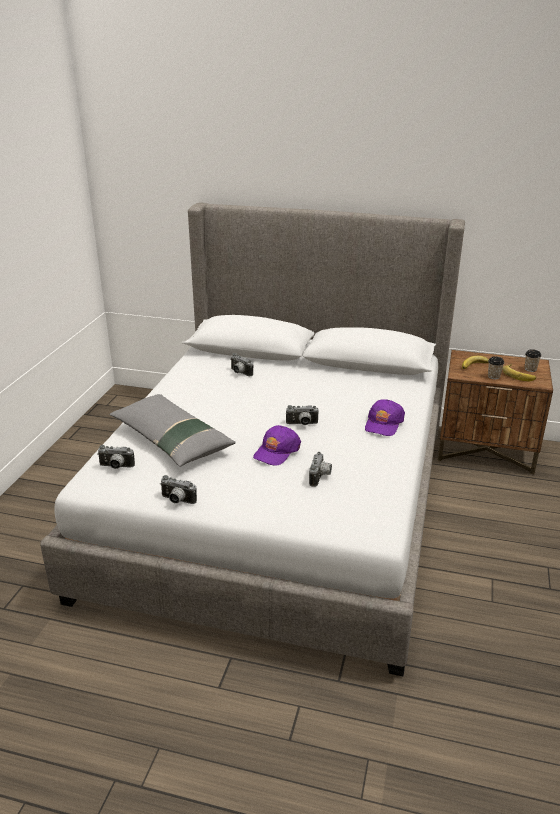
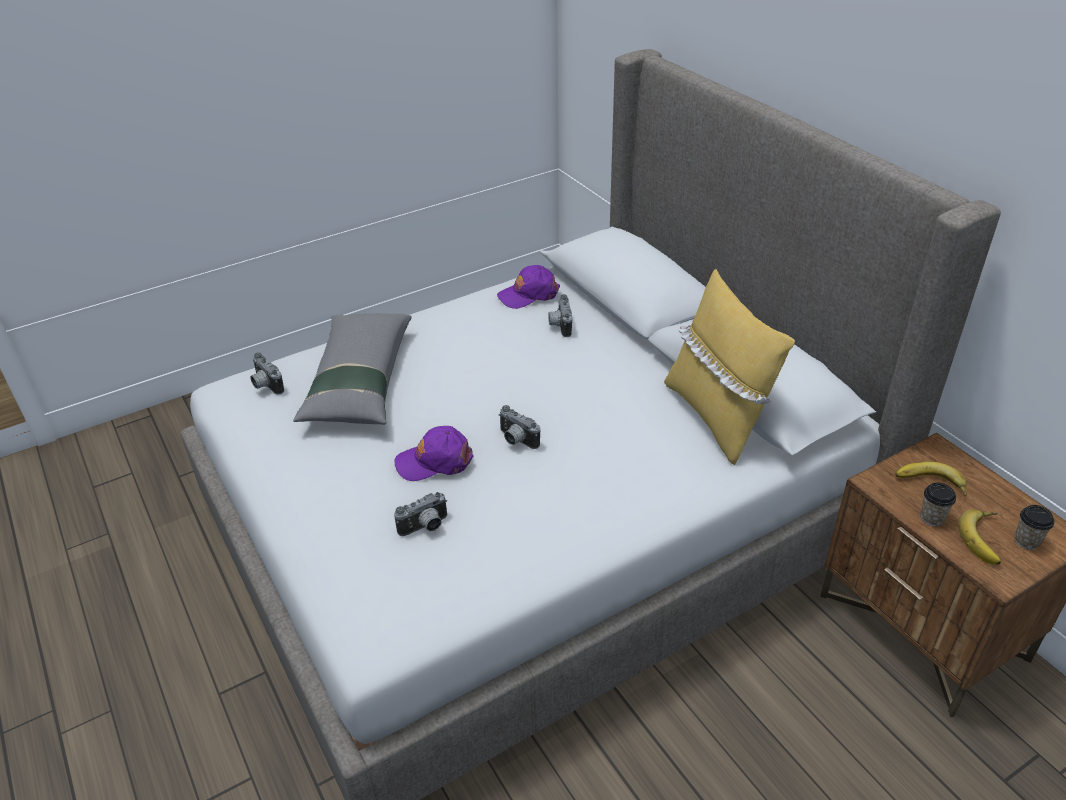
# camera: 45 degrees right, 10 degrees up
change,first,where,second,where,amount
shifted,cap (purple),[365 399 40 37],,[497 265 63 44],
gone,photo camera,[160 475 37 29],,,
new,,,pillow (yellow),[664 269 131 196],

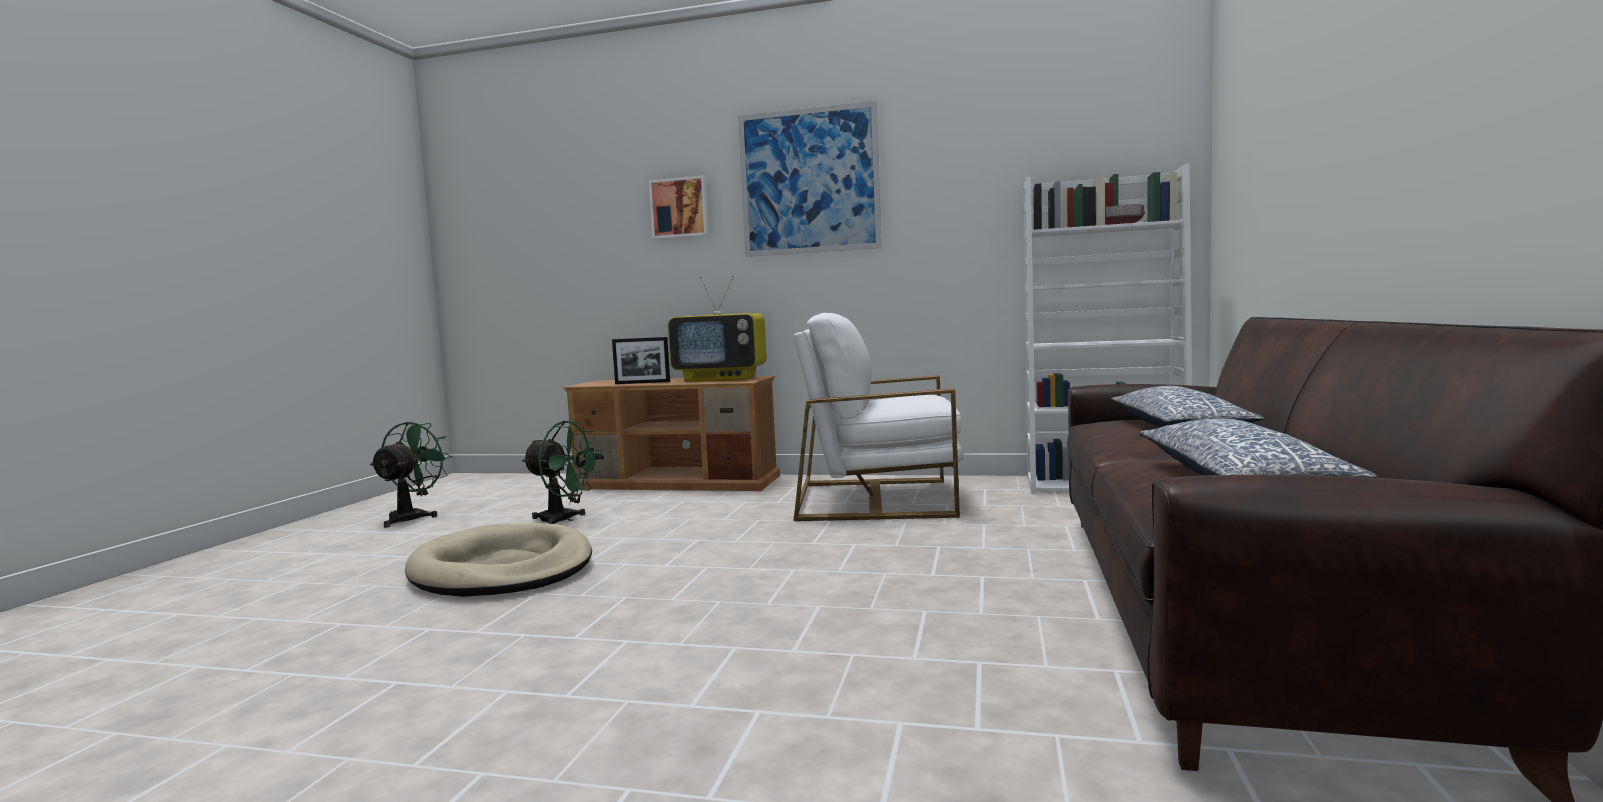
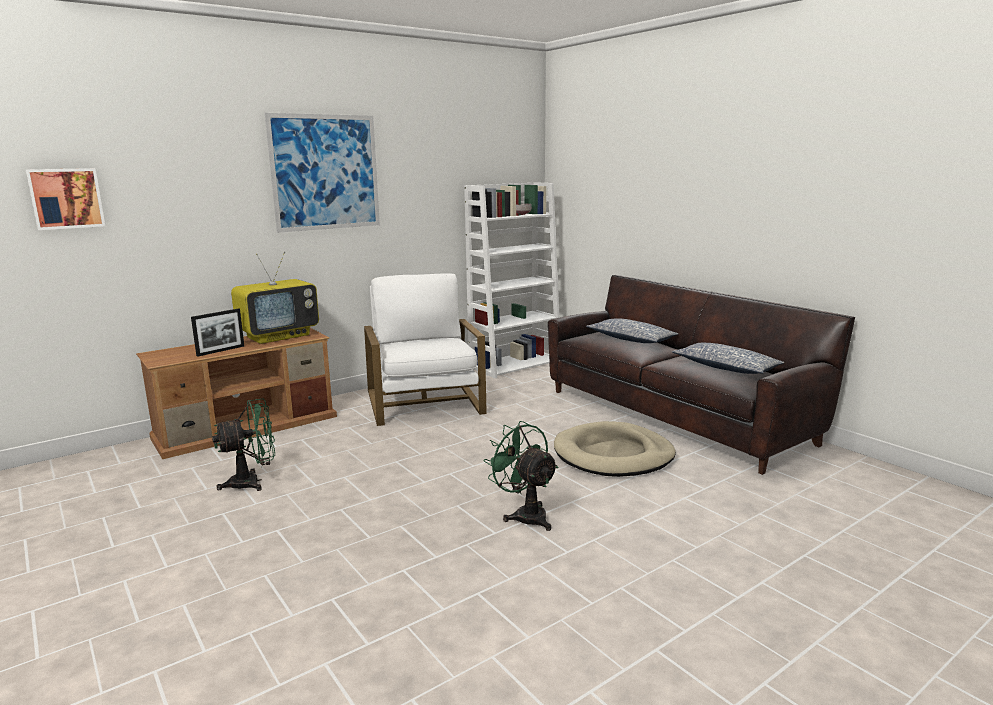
# camera: 50 degrees left, 10 degrees up
change,first,where,second,where,amount
shifted,picture,[648 175 61 64],,[26 168 79 62],
rotated,armchair (white),[793 313 171 208],,[364 273 123 153],120 degrees clockwise
shifted,fan (green),[370 422 82 106],,[484 421 75 110],
shifted,dog bed (beige),[405 523 187 74],,[554 421 122 56],

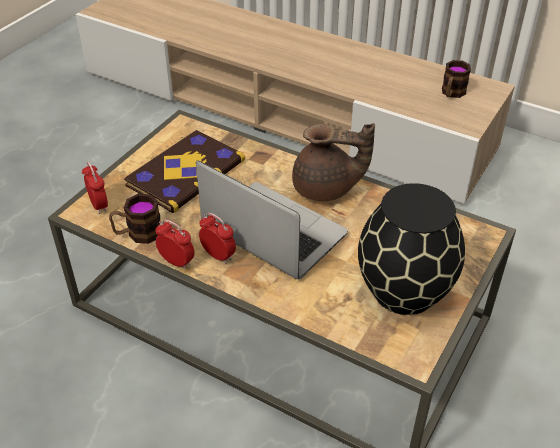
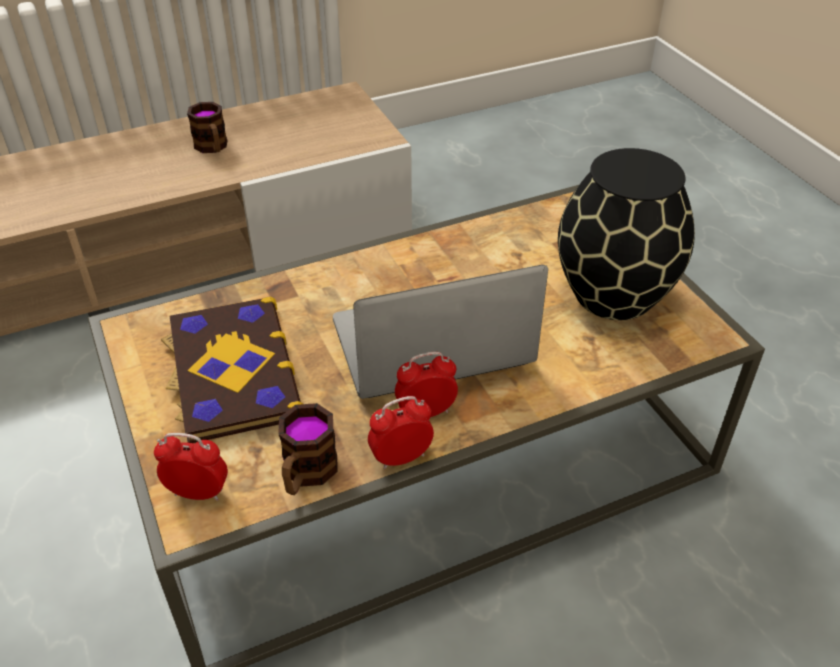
# camera: 55 degrees left, 0 degrees up
change,first,where,second,where,amount
shifted,mug,[442 60 29 38],,[187 102 41 51],
gone,teapot (brown),[292 123 83 78],,,

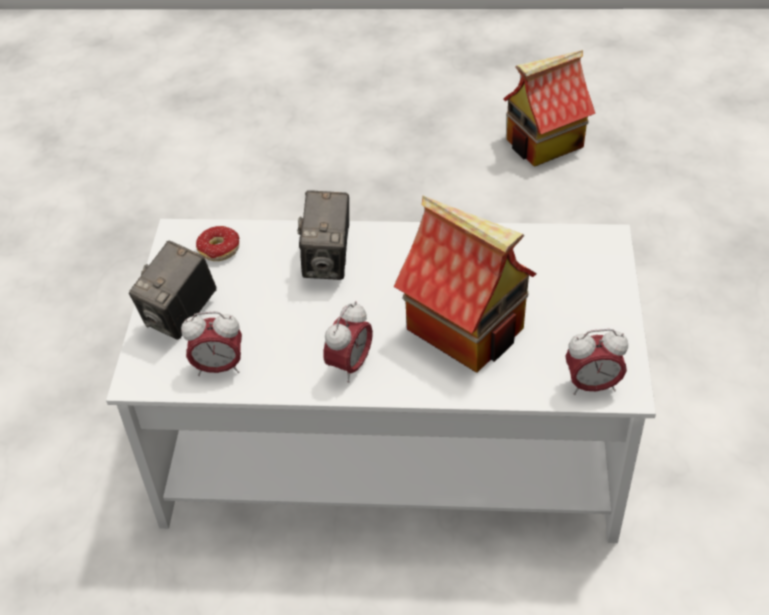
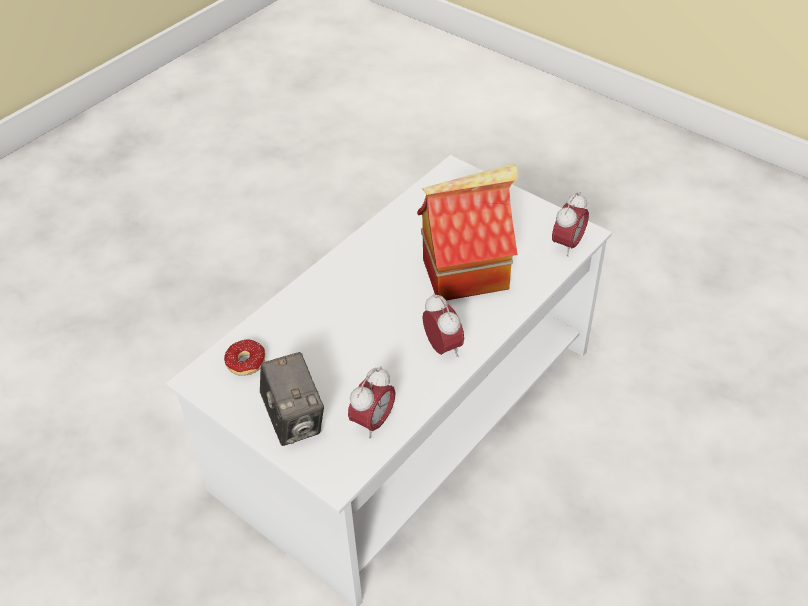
# camera: 55 degrees left, 0 degrees up
change,first,where,second,where,amount
gone,toy house,[504 50 91 117],,,
gone,photo camera,[297 190 52 90],,,

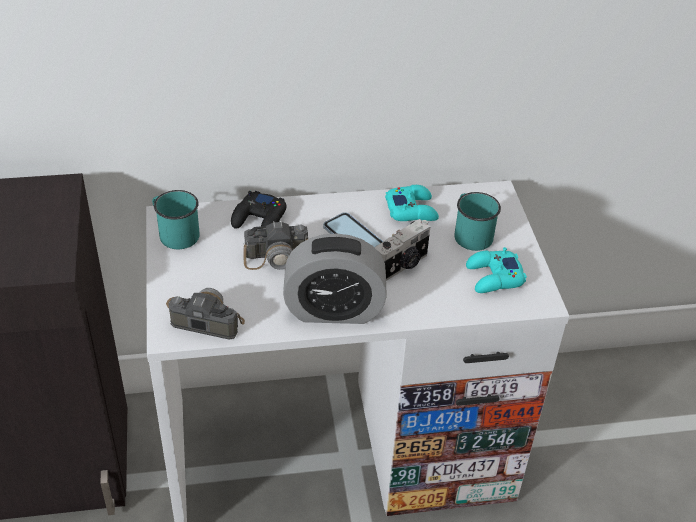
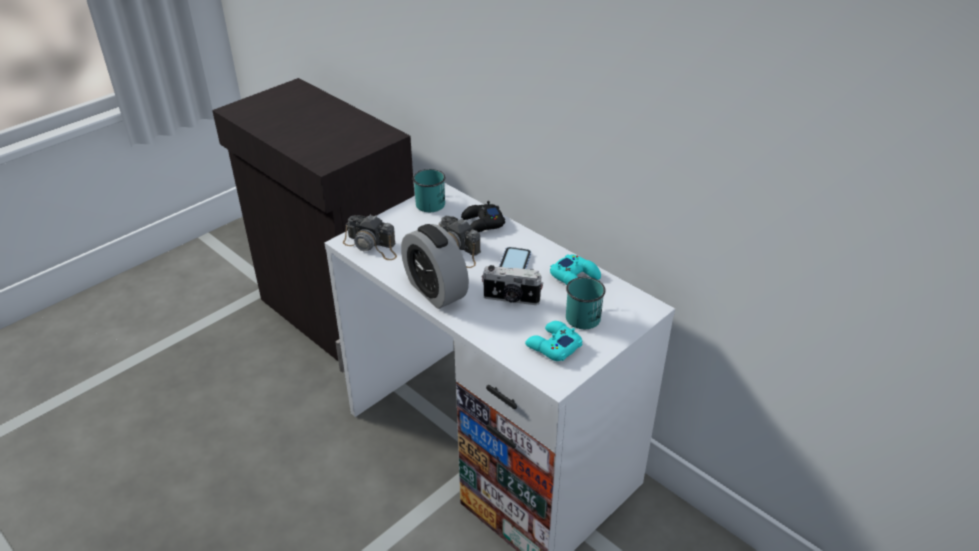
# camera: 55 degrees right, 5 degrees down
change,first,where,second,where,amount
rotated,photo camera,[166 288 79 52],,[343 214 54 46],135 degrees clockwise

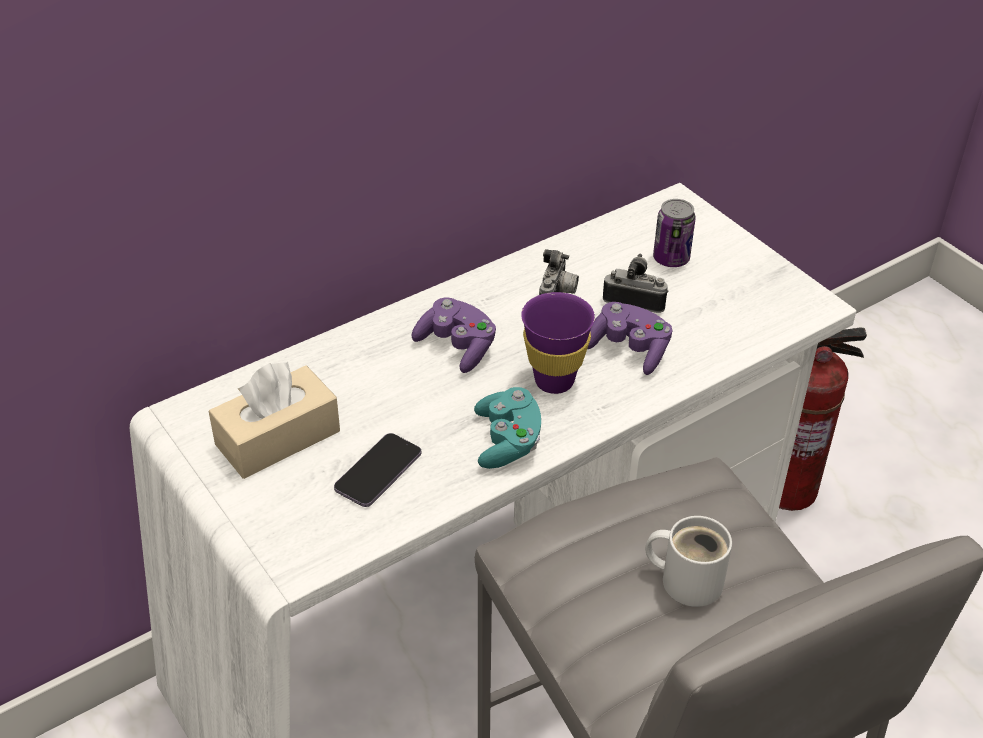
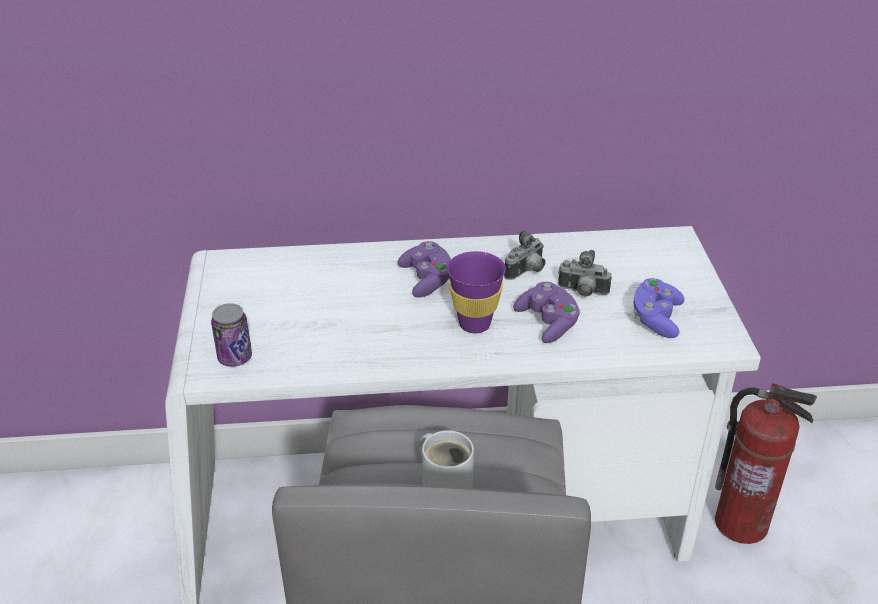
# camera: 30 degrees right, 5 degrees down
change,first,where,second,where,amount
shifted,can,[653 199 43 68],,[211 303 41 64],
rotated,photo camera,[603 253 66 60],,[558 250 54 47],150 degrees clockwise
gone,tissue box (beige),[209 362 131 117],,,
gone,game controller (turquoise),[474 387 67 82],,,
gone,phone,[334 433 87 74],,,
new,,,game controller (purple),[633 278 52 60],

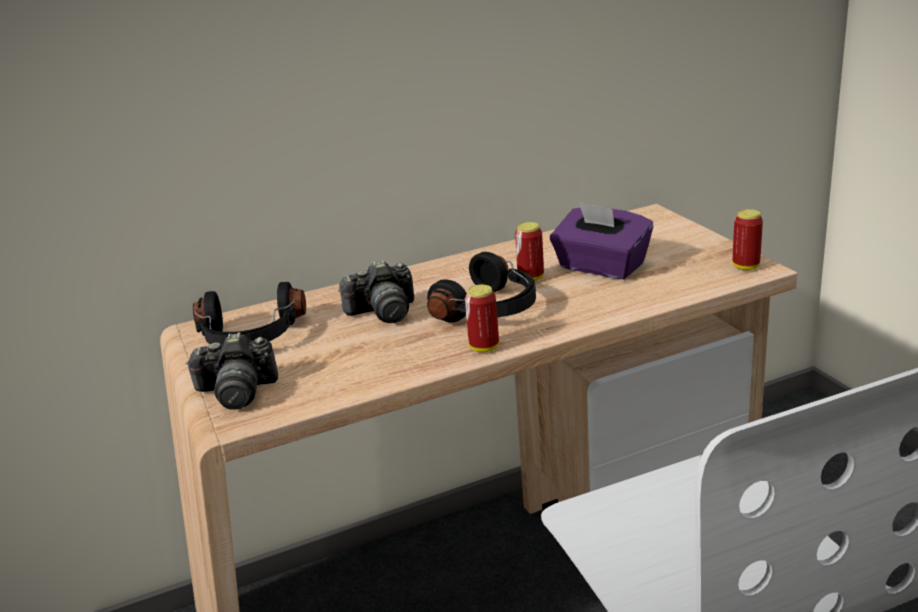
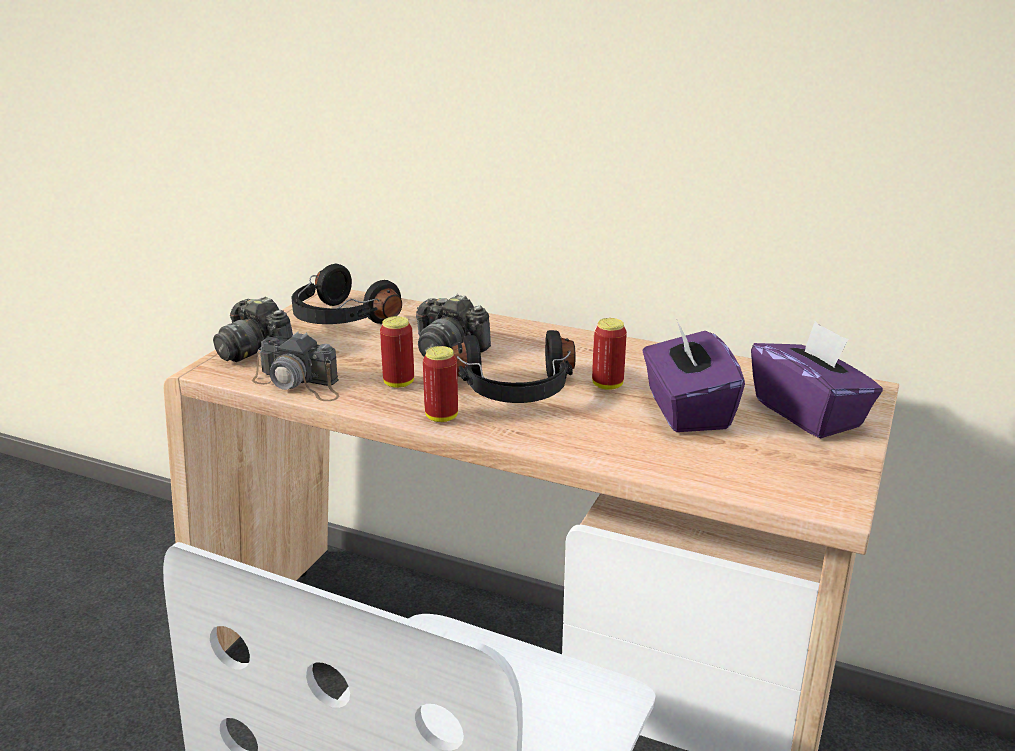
# camera: 45 degrees right, 0 degrees up
change,first,where,second,where,amount
shifted,can,[733 209 30 61],,[380 316 34 72],
new,,,tissue box (purple),[751 321 132 118],
new,,,photo camera,[252 331 87 70],

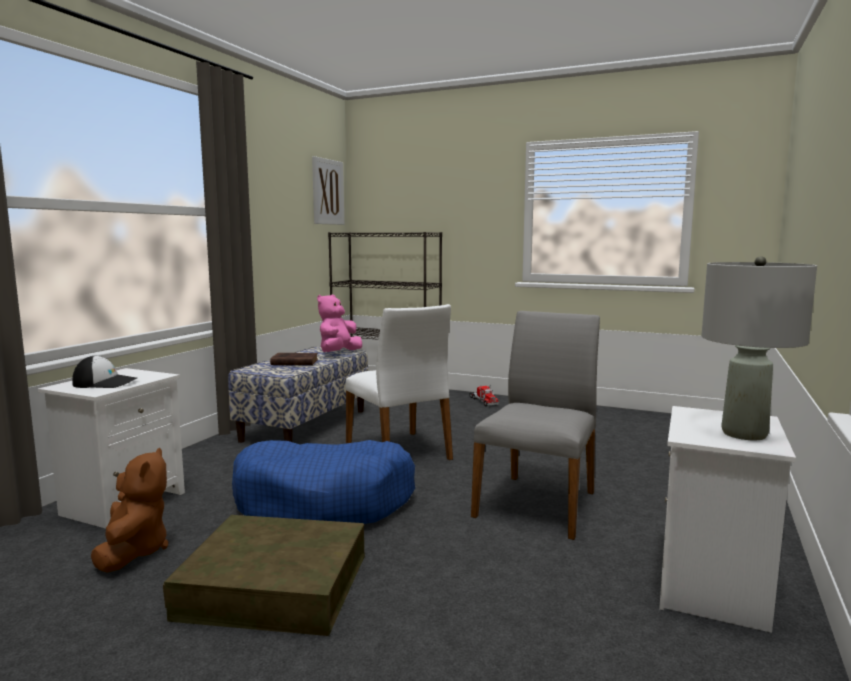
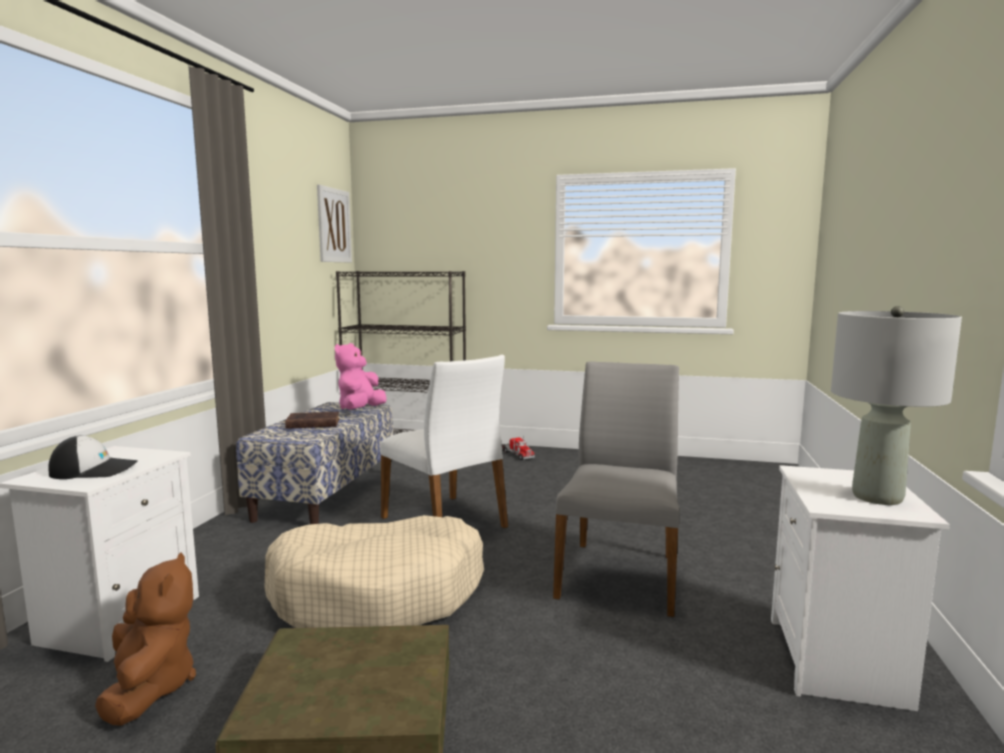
# camera: 10 degrees left, 0 degrees up
change,first,where,second,where,amount
repainted,dog bed (blue),[232 440 183 84],dog bed (beige),[264 515 220 113],

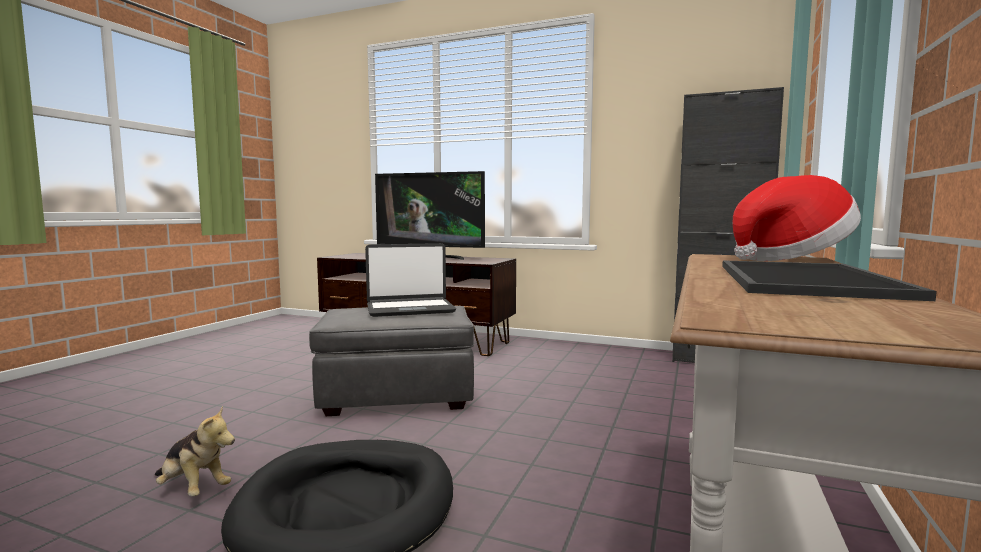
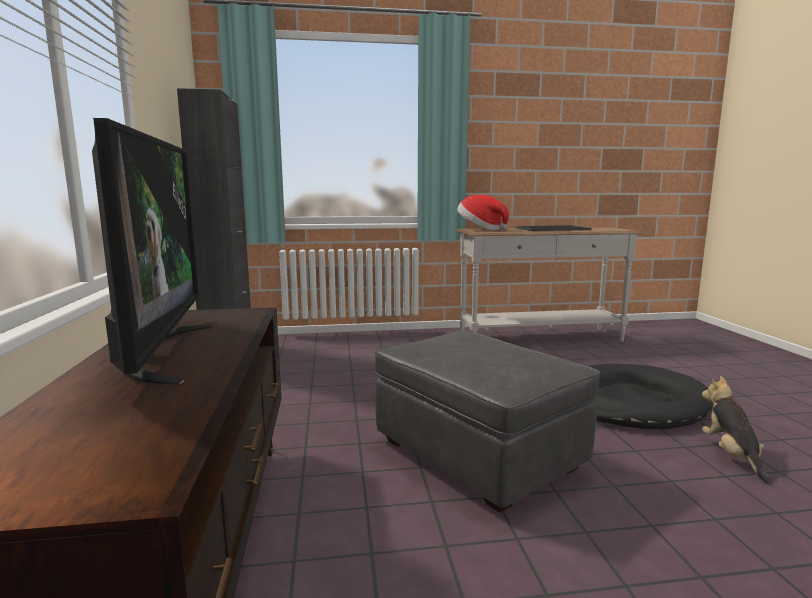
# camera: 120 degrees left, 5 degrees up
change,first,where,second,where,amount
gone,laptop,[365 243 91 74],,,

